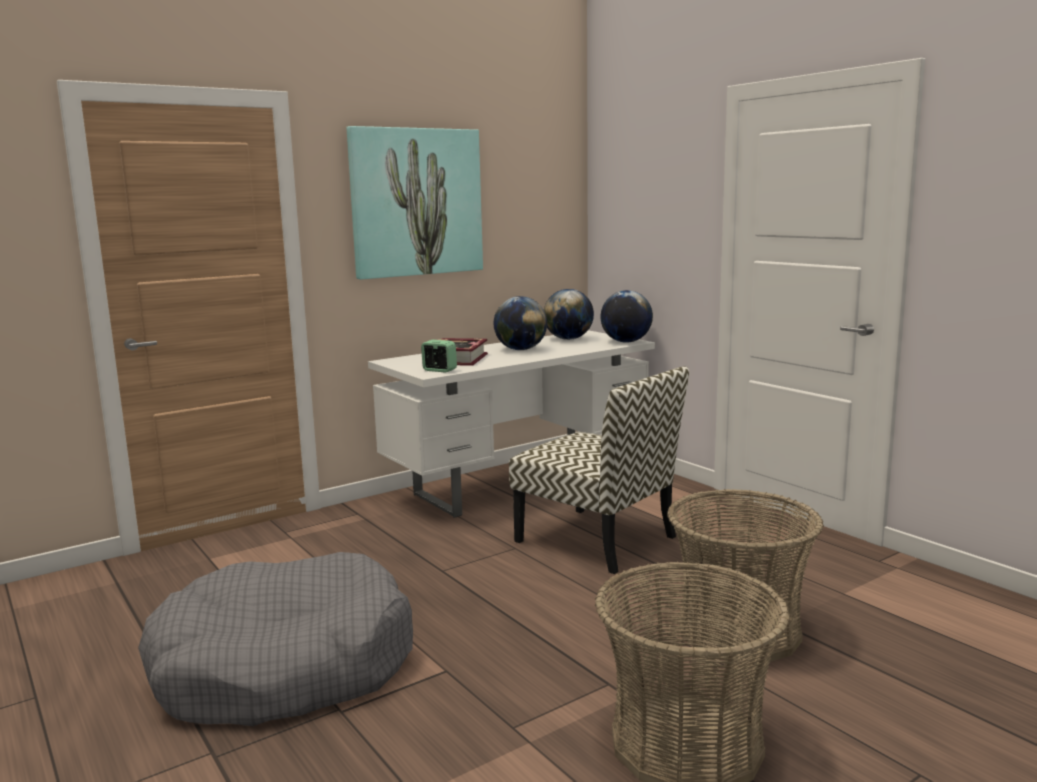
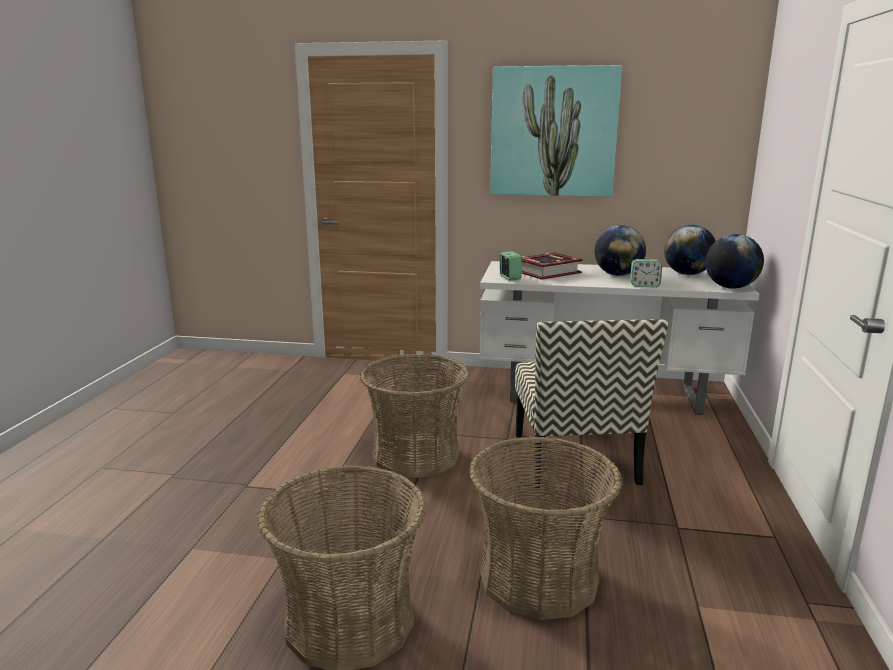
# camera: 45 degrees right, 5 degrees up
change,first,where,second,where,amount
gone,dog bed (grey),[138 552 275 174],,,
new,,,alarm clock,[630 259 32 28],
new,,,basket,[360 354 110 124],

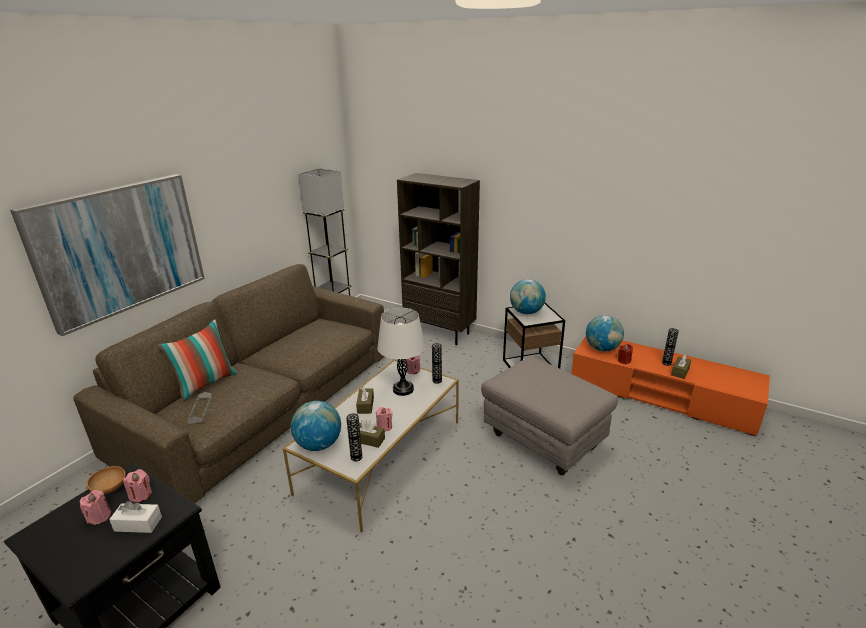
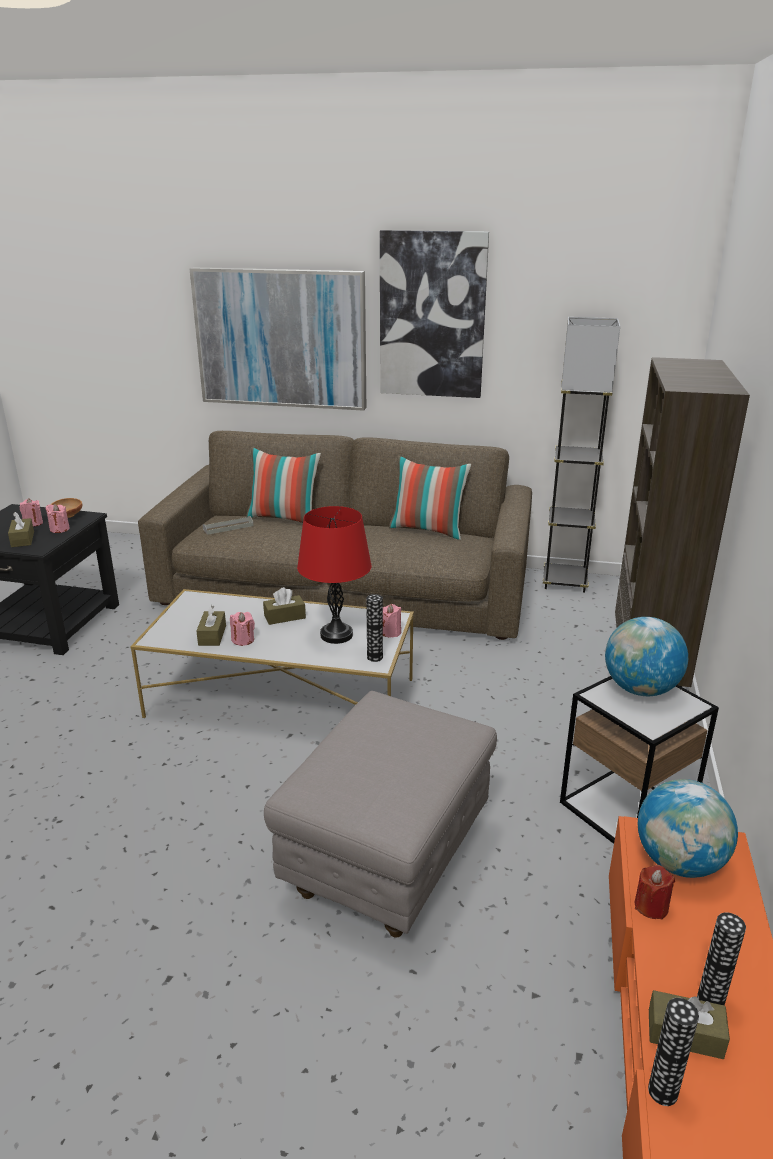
# camera: 70 degrees right, 0 degrees up
change,first,where,second,where,amount
repainted,table lamp (white),[377 308 48 88],table lamp (red),[297 506 75 138],
gone,globe,[291 401 50 50],,,
shifted,vase,[346 413 16 48],,[648 998 51 108],
repainted,tissue box (white),[109 501 53 32],tissue box (brown),[8 512 26 35],
new,,,picture,[380 230 109 168],
new,,,pillow,[389 456 83 84],

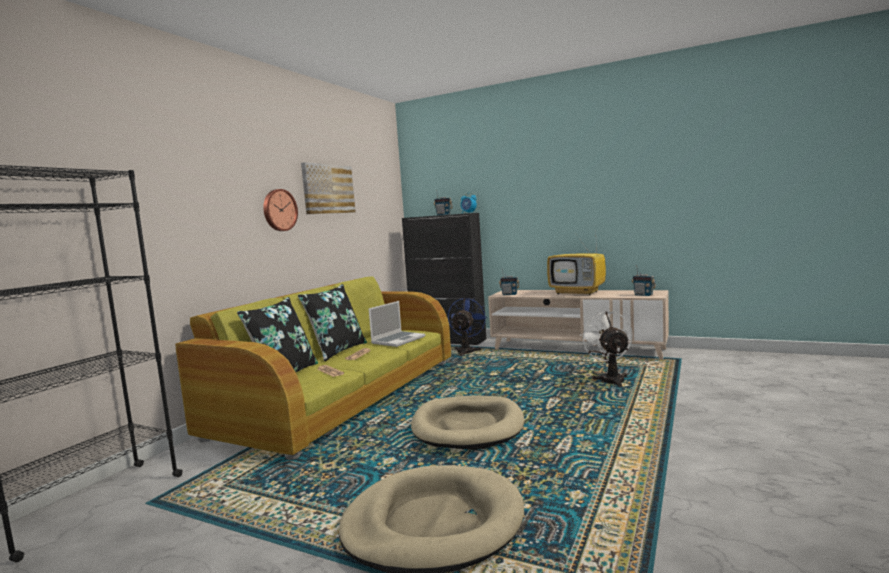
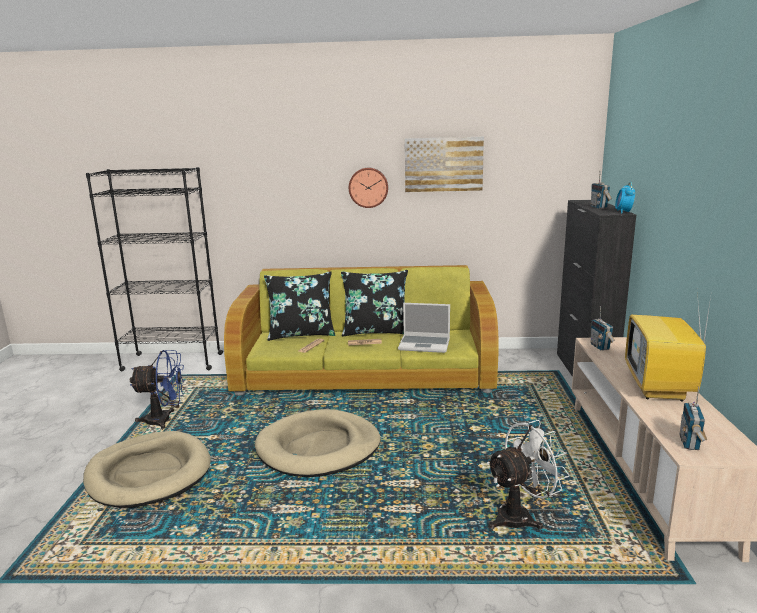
# camera: 65 degrees right, 10 degrees up
change,first,where,second,where,amount
shifted,fan (blue),[448 298 39 58],,[130 350 55 79],

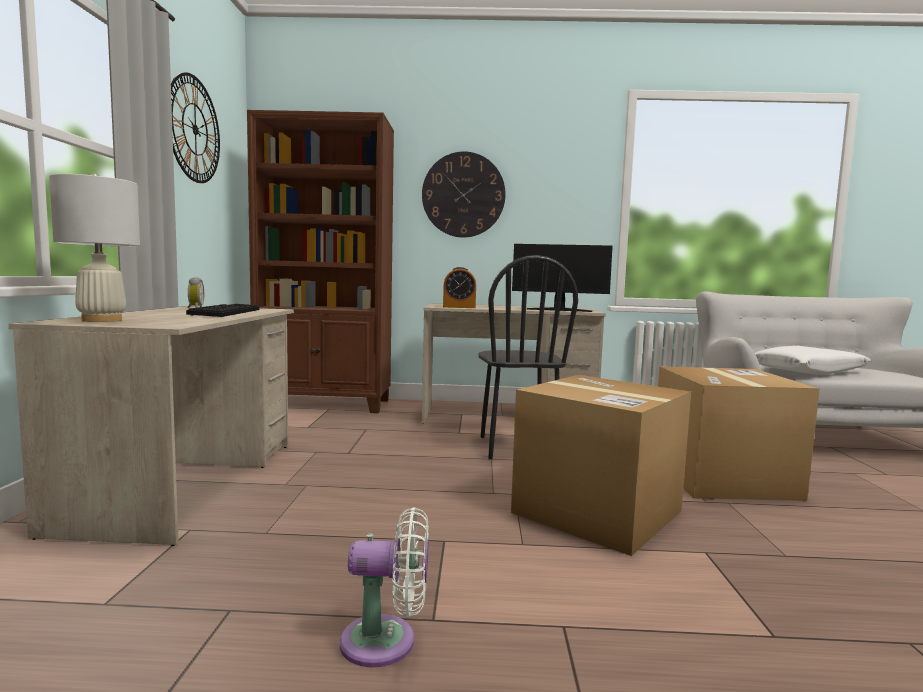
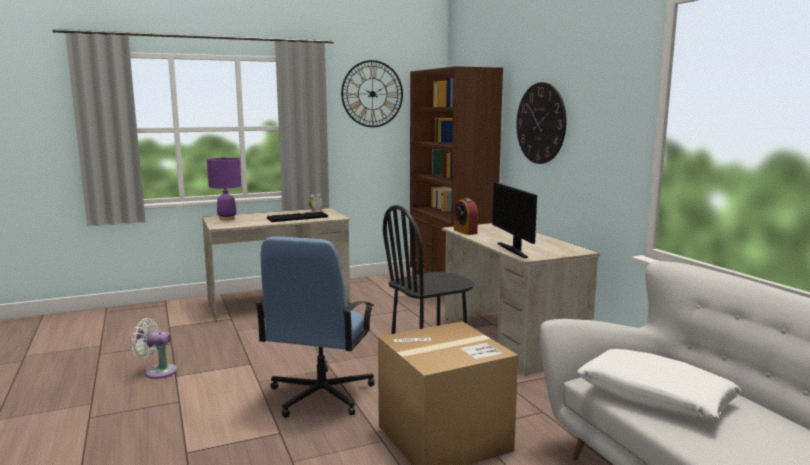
# camera: 65 degrees right, 5 degrees up
change,first,where,second,where,amount
repainted,table lamp (white),[49 174 91 148],table lamp (purple),[207 156 34 64],
swapped,cardboard box,[511 375 180 181],office chair (blue),[255 236 120 182],
rotated,fan (white),[340 507 89 160],,[131 318 46 61],120 degrees clockwise

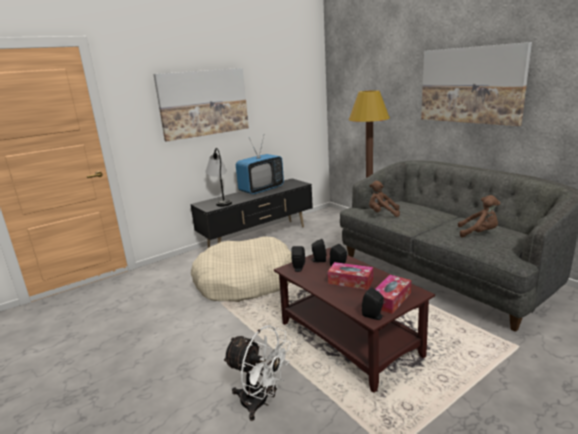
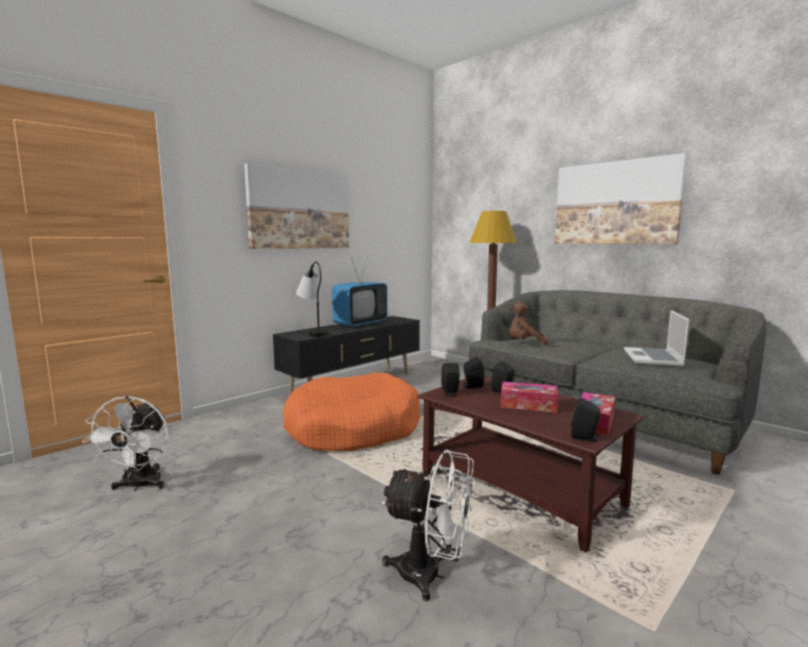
# camera: 10 degrees left, 10 degrees down
change,first,where,second,where,amount
swapped,plush toy (brown),[458 195 43 43],laptop,[624 310 65 56],
repainted,dog bed (beige),[191 236 101 66],dog bed (orange),[283 373 138 78],
new,,,fan (white),[82 396 86 95],

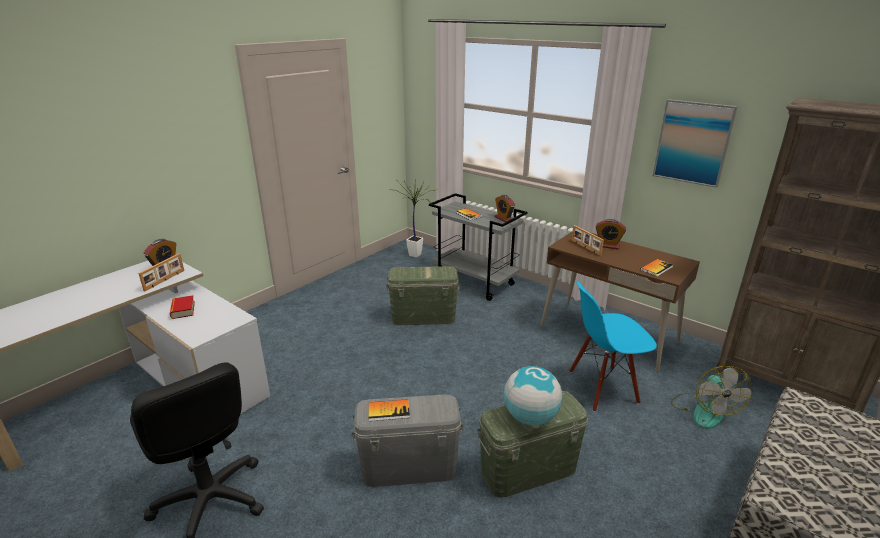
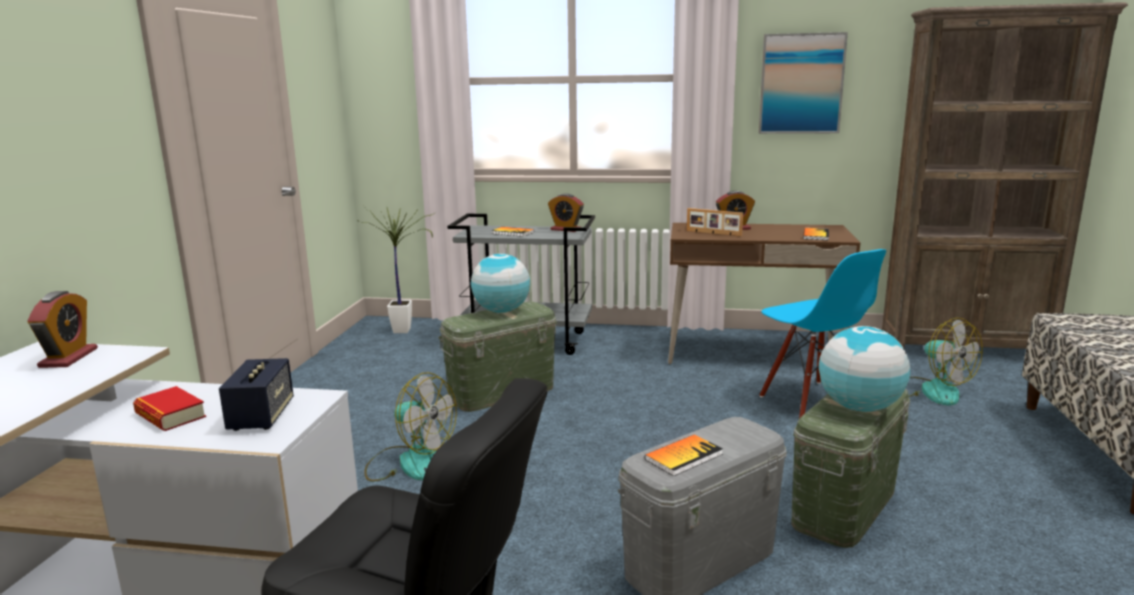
# camera: 30 degrees left, 10 degrees down
change,first,where,second,where,amount
gone,picture frame,[138 253 46 38],,,
rotated,chair (blue),[569 281 88 131],,[759 249 127 170],75 degrees counterclockwise
new,,,globe,[471 254 59 59],
new,,,speaker,[219 358 75 73],
new,,,fan,[364 372 93 110],

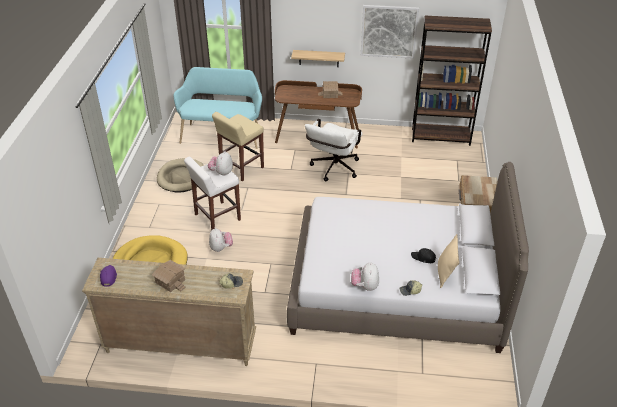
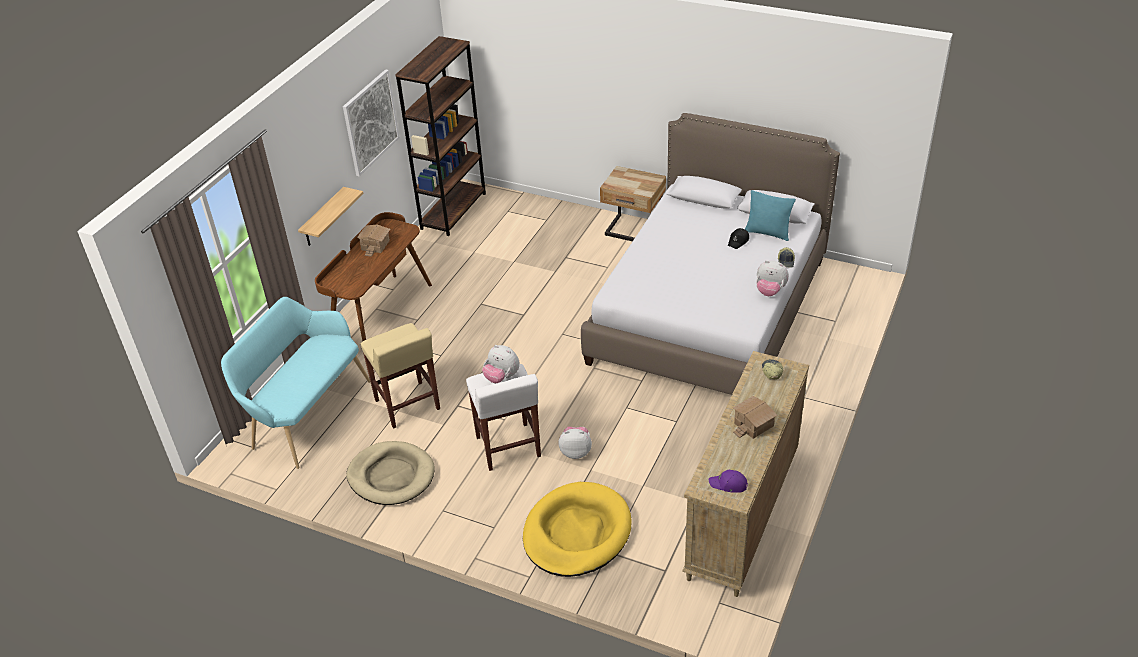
# camera: 70 degrees left, 0 degrees up
change,first,where,second,where,amount
gone,office chair (white),[305 119 58 62],,,
repainted,pillow (beige),[438 234 22 54],pillow (turquoise),[745 190 51 51],

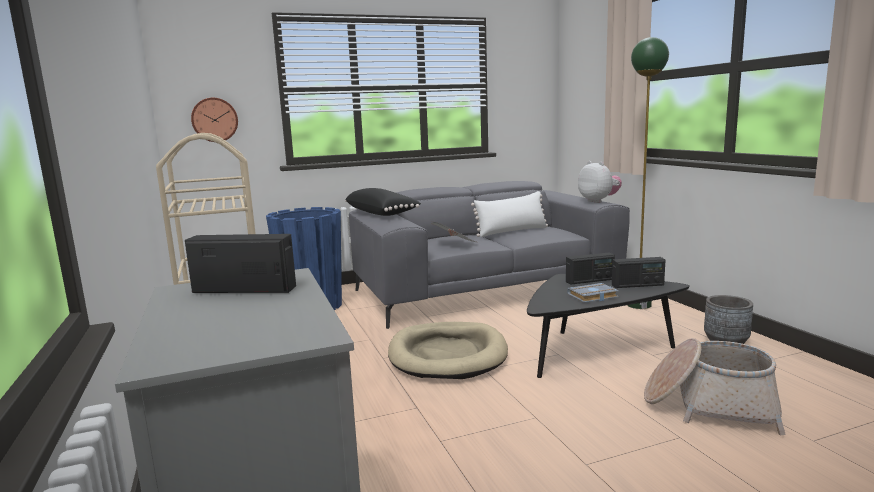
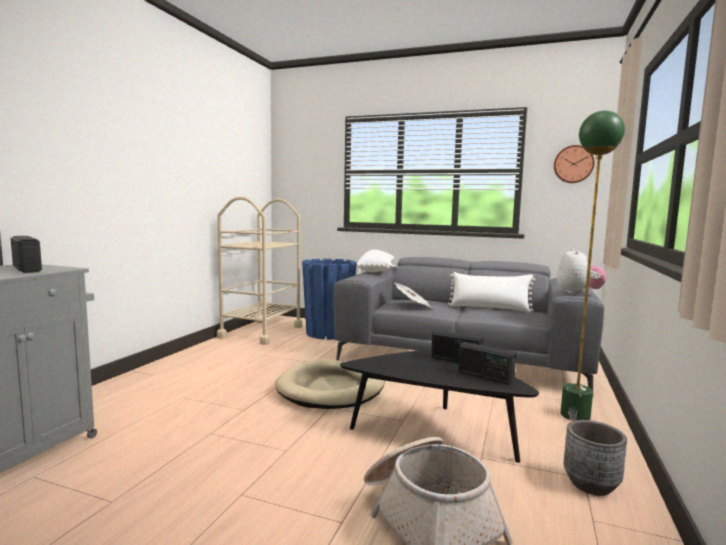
# camera: 40 degrees right, 5 degrees down
change,first,where,second,where,amount
shifted,wall clock,[191 98 47 44],,[554 145 41 38],
repainted,pillow (black),[345 188 76 28],pillow (white),[357 249 38 23],
gone,book (grey),[567 283 52 20],,,

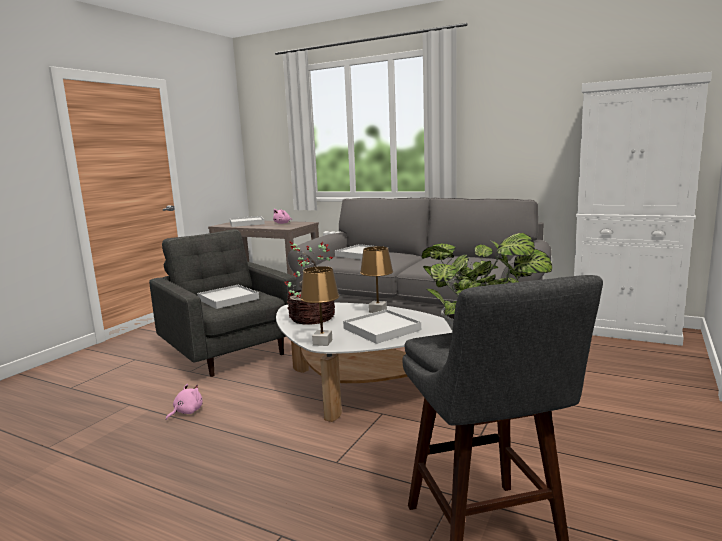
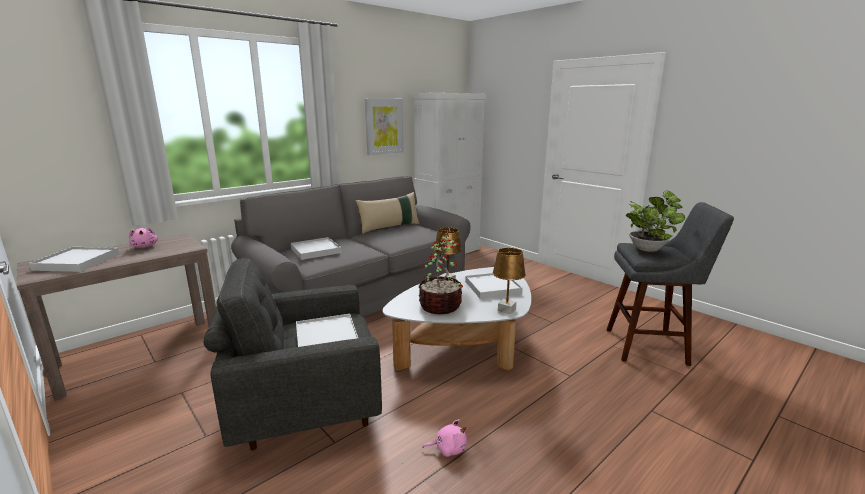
# camera: 70 degrees left, 5 degrees up
change,first,where,second,where,amount
rotated,plush toy (pink),[166 383 37 37],,[423 419 44 38],120 degrees clockwise
new,,,picture,[365 98 38 57],
new,,,pillow (beige),[355 192 65 42],

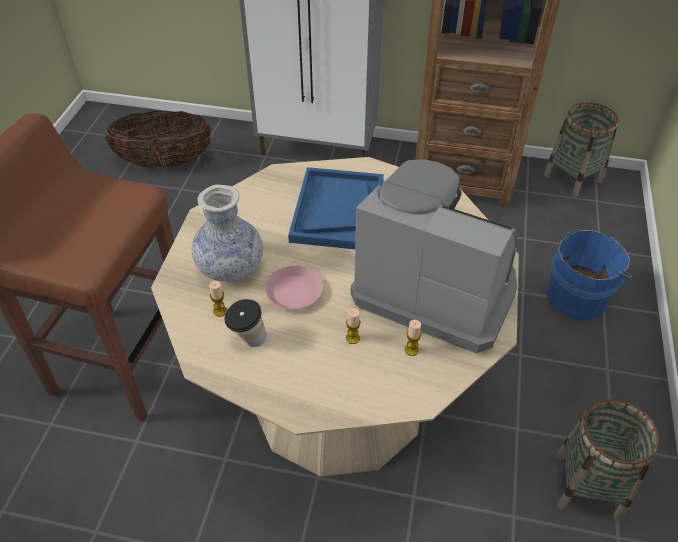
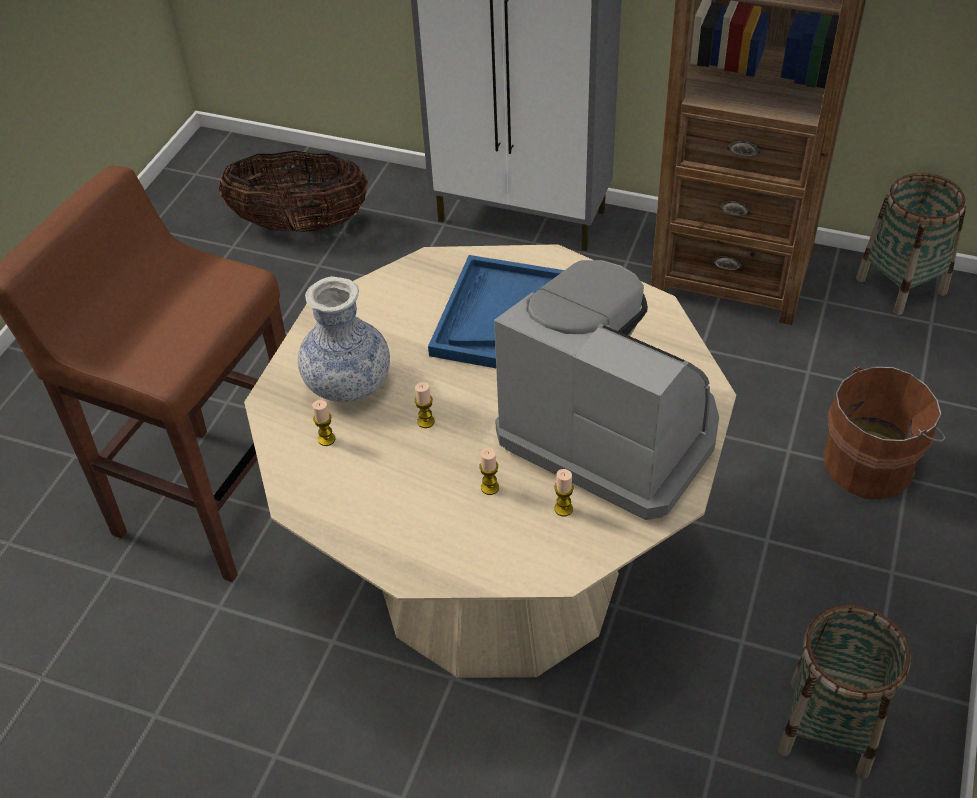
# camera: 10 degrees right, 0 degrees up
change,first,where,second,where,amount
repainted,bucket (blue),[546 230 86 91],bucket (brown),[824 366 121 133],
swapped,plate (pink),[265 266 59 44],candle,[415 382 20 46],
gone,cup,[224 299 43 48],,,

